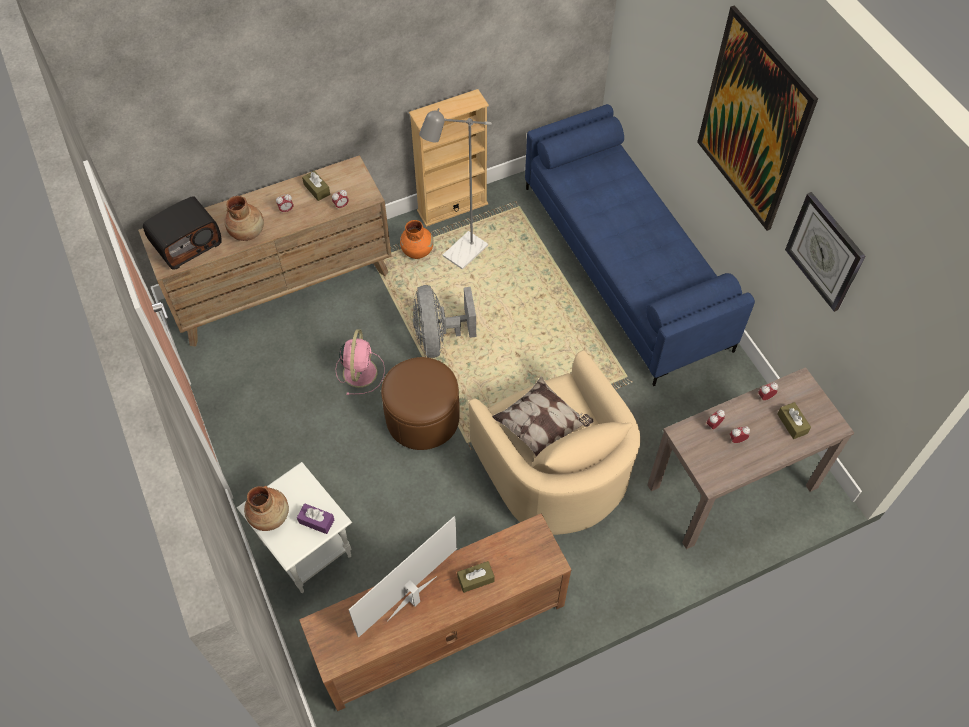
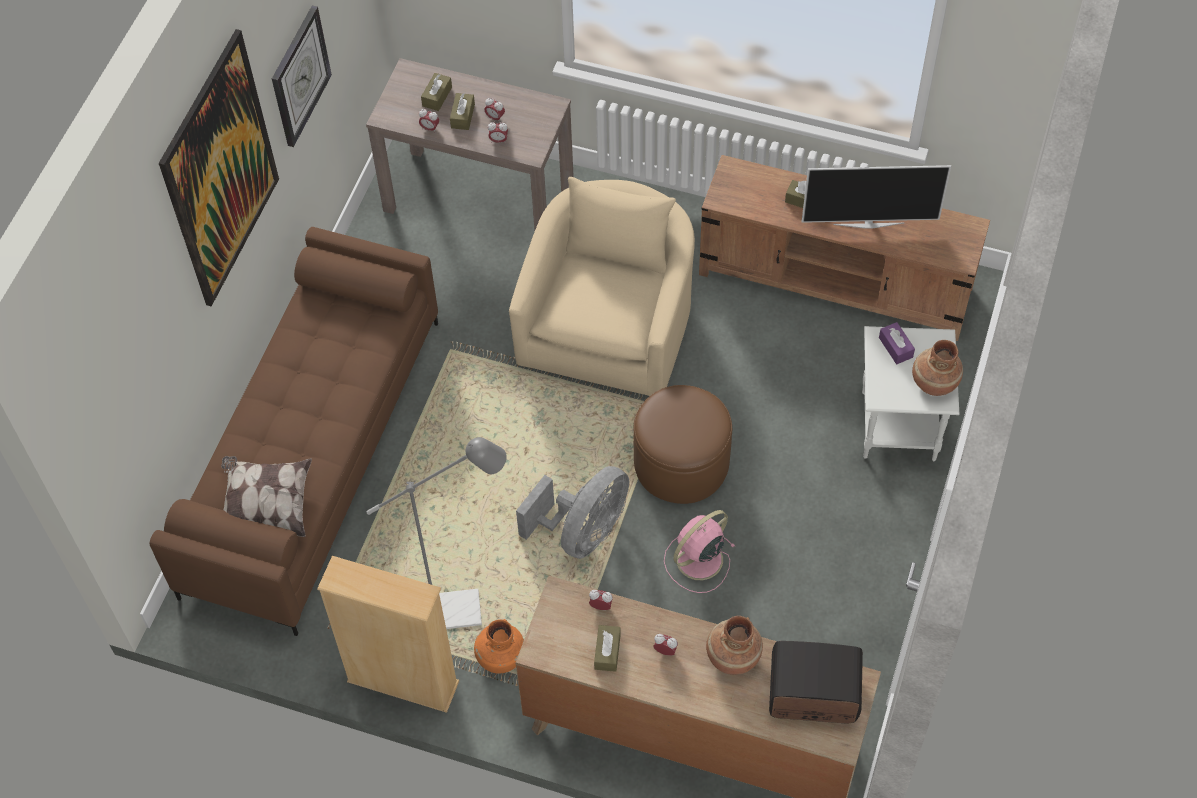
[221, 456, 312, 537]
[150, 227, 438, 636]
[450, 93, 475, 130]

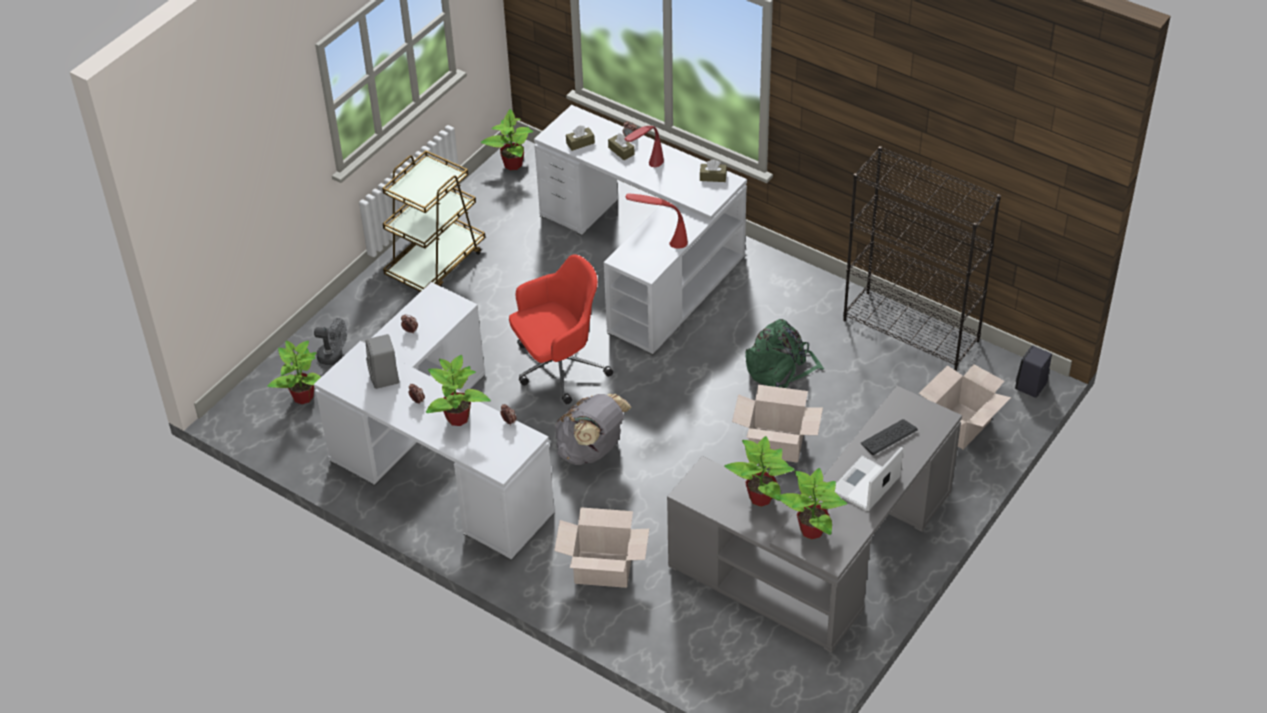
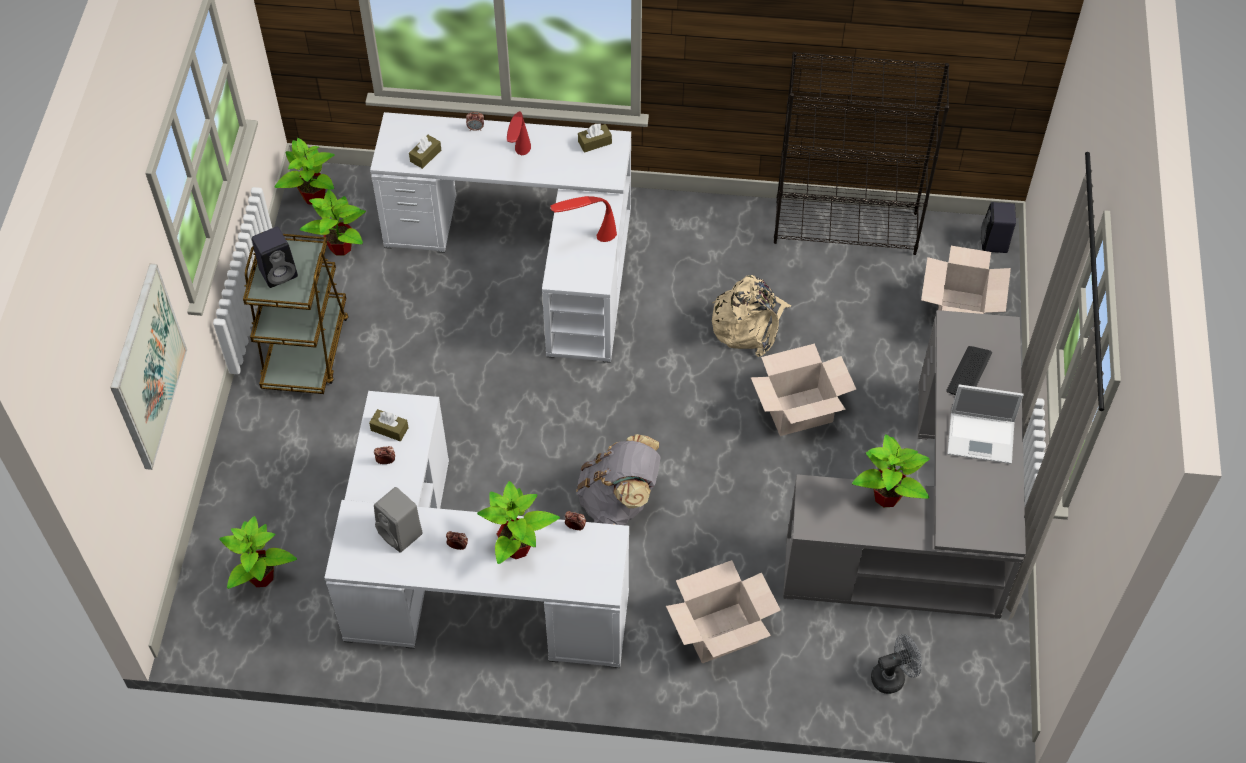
[871, 634, 922, 694]
[509, 254, 613, 404] (first image)
[369, 409, 408, 441]
[712, 275, 791, 357]
[300, 189, 366, 255]
[947, 384, 1023, 464]
[110, 263, 187, 470]
[252, 227, 298, 288]

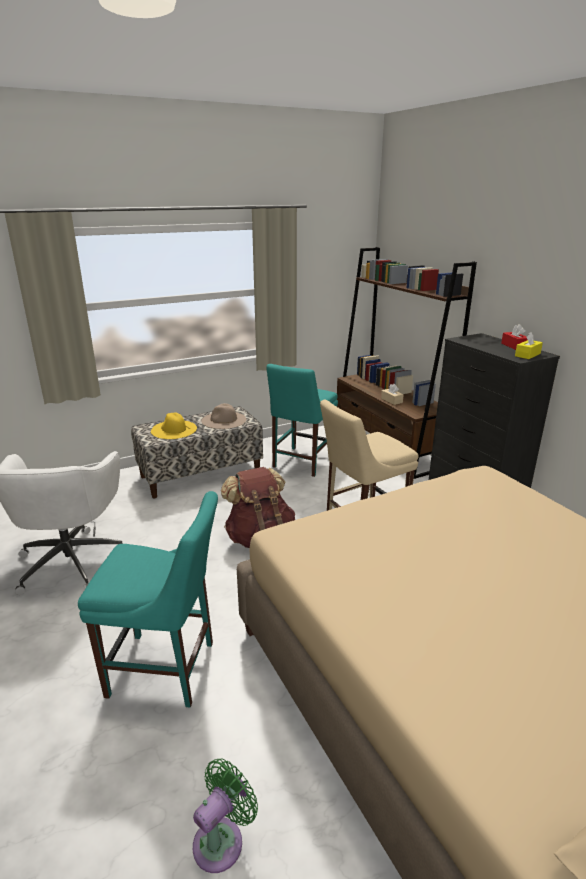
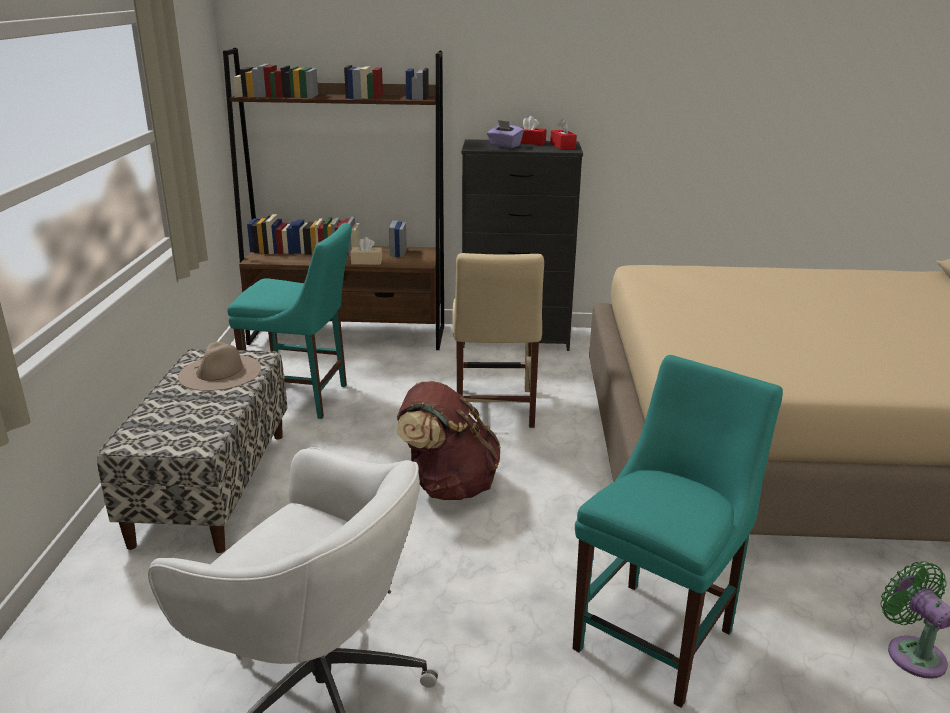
[151, 413, 197, 439] (first image)
[227, 223, 352, 419]
[550, 119, 577, 149]
[487, 120, 524, 148]

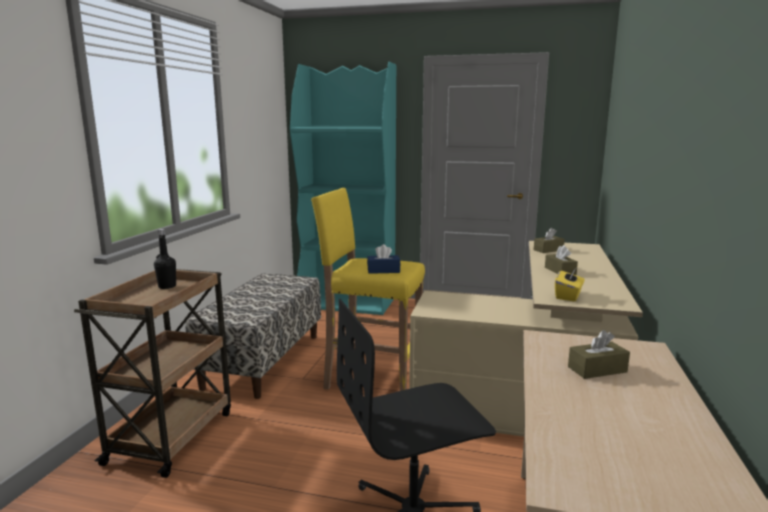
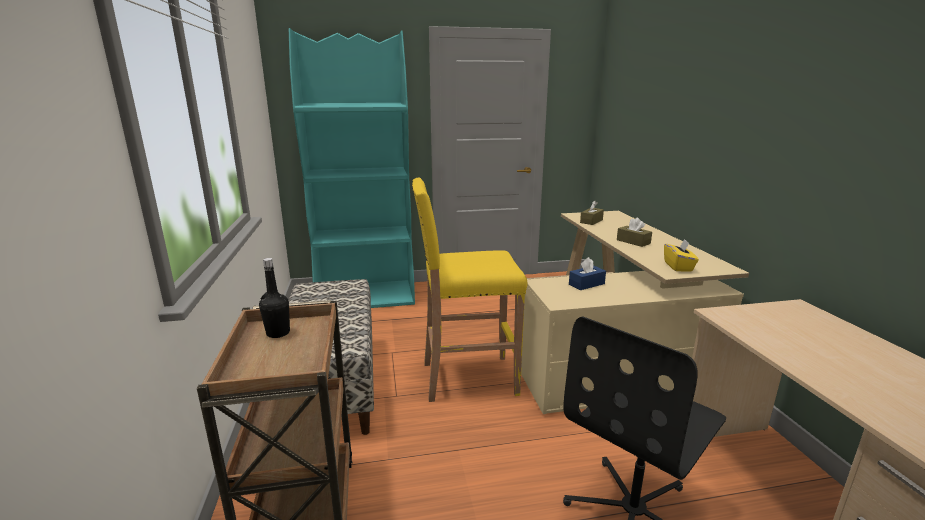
[569, 257, 606, 290]
[568, 330, 630, 379] (first image)

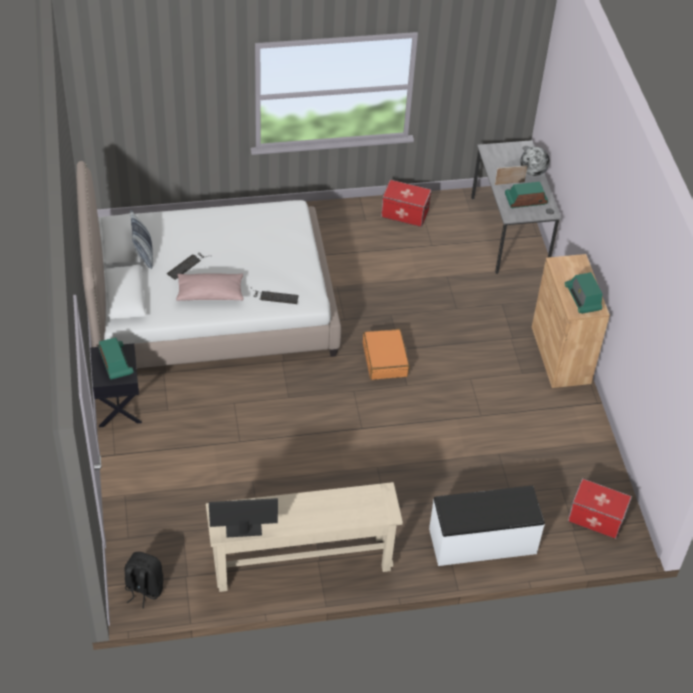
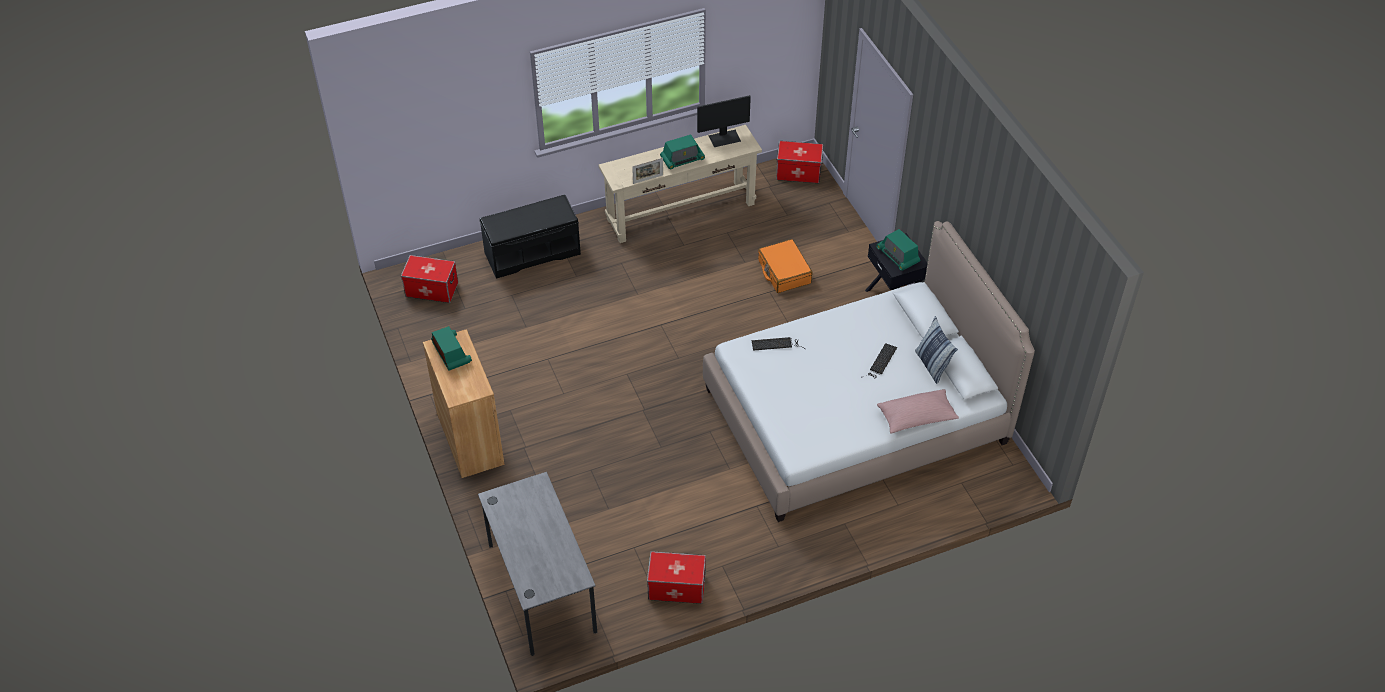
[776, 141, 823, 183]
[877, 389, 959, 434]
[758, 239, 813, 293]
[480, 195, 581, 279]
[632, 158, 663, 184]
[660, 135, 705, 169]
[520, 147, 550, 176] (first image)

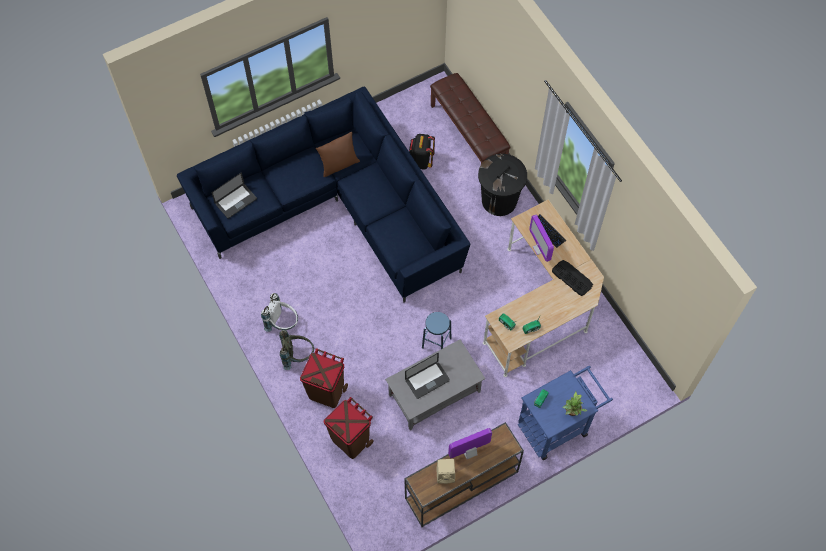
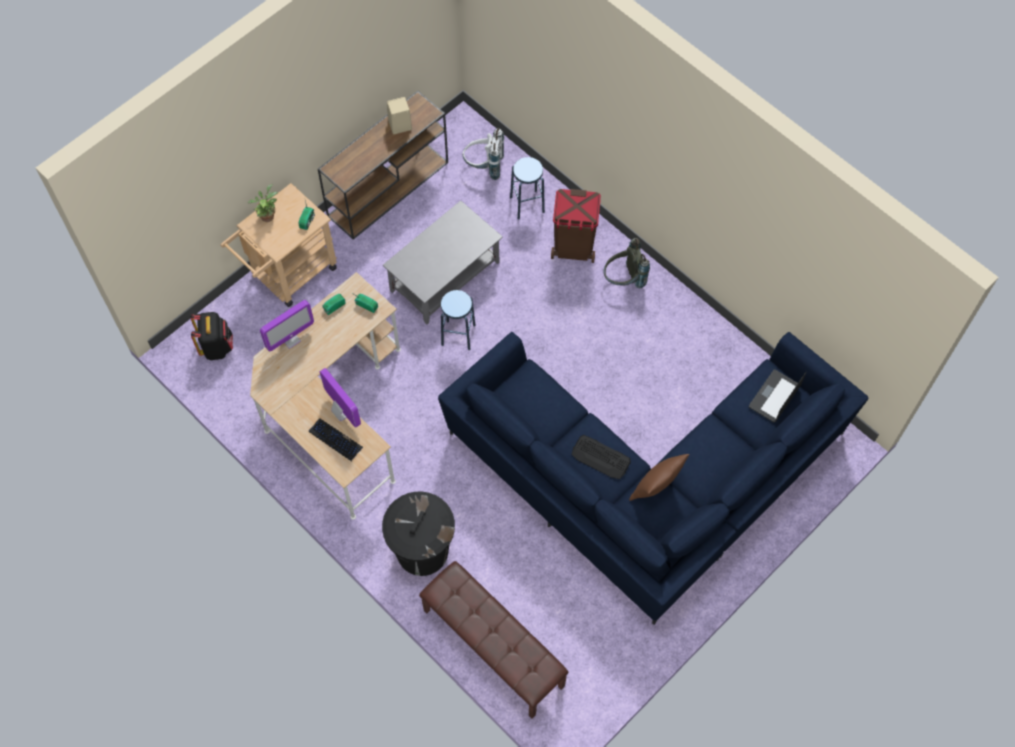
[462, 128, 504, 180]
[510, 157, 545, 219]
[405, 353, 450, 399] (first image)
[191, 312, 233, 360]
[260, 300, 314, 351]
[221, 183, 337, 307]
[572, 435, 631, 479]

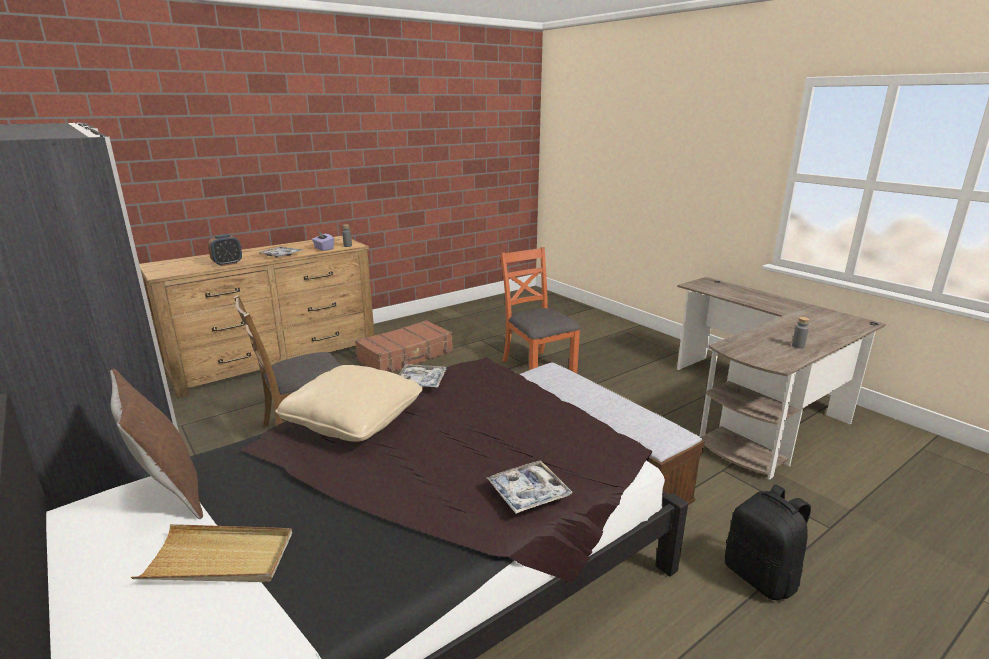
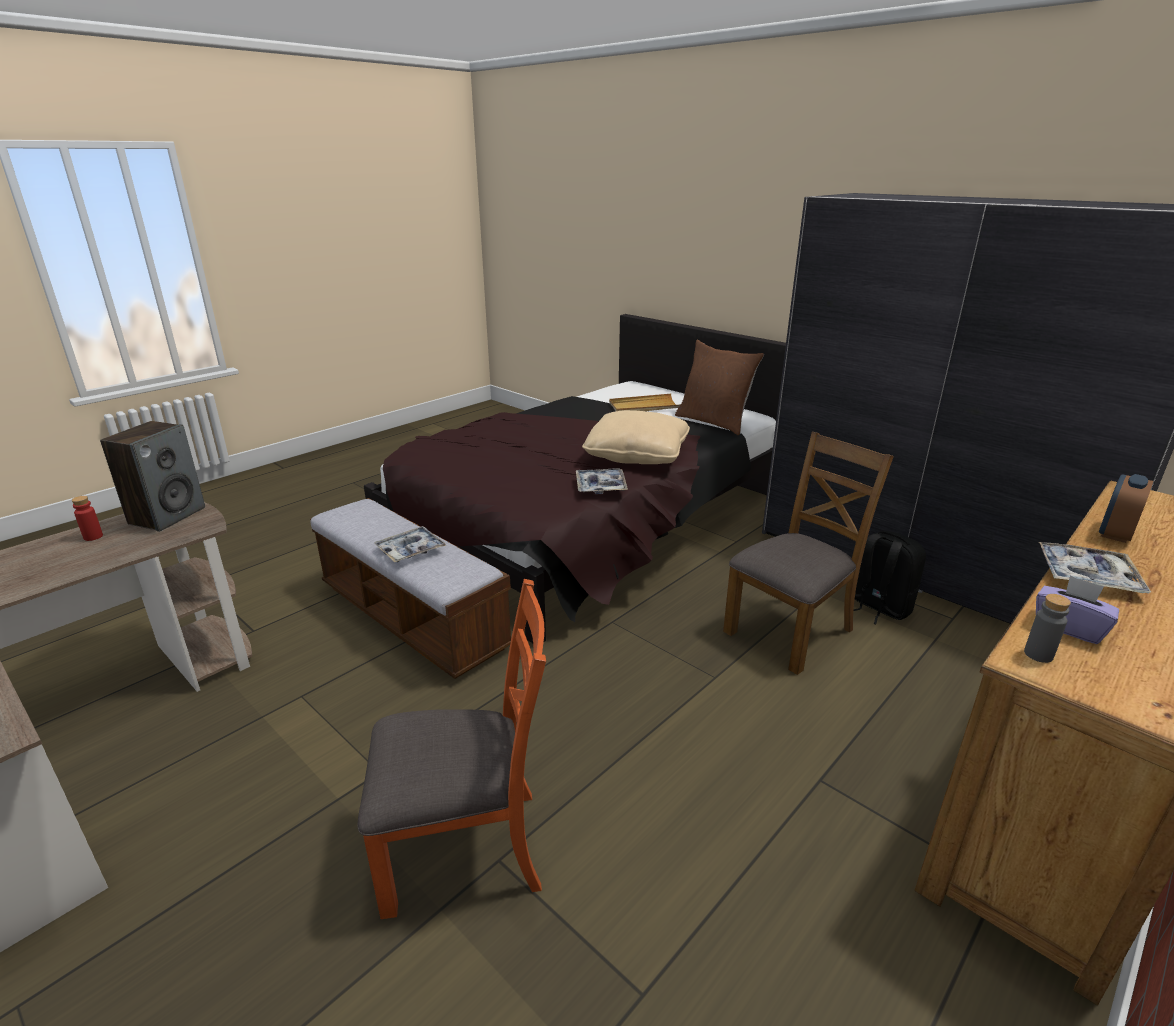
[355, 320, 453, 372] (first image)
[375, 526, 446, 562]
[358, 579, 546, 919]
[853, 531, 926, 625]
[72, 496, 103, 541]
[100, 421, 205, 532]

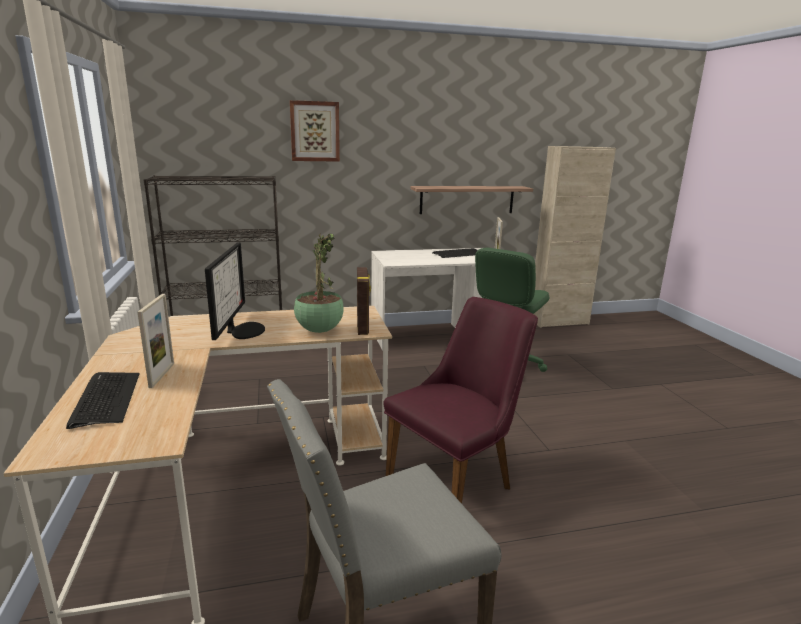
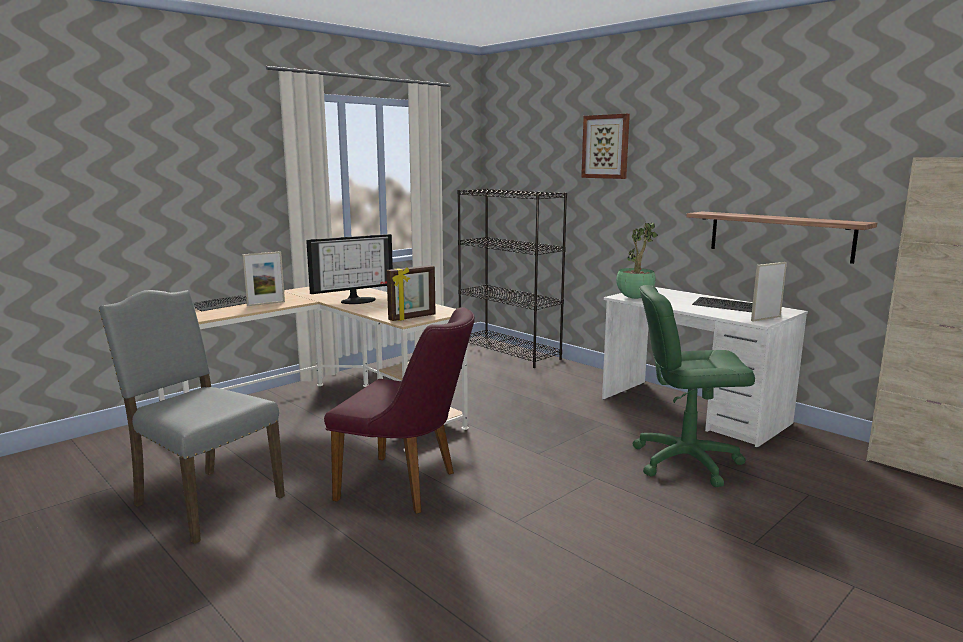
[616, 222, 658, 299]

